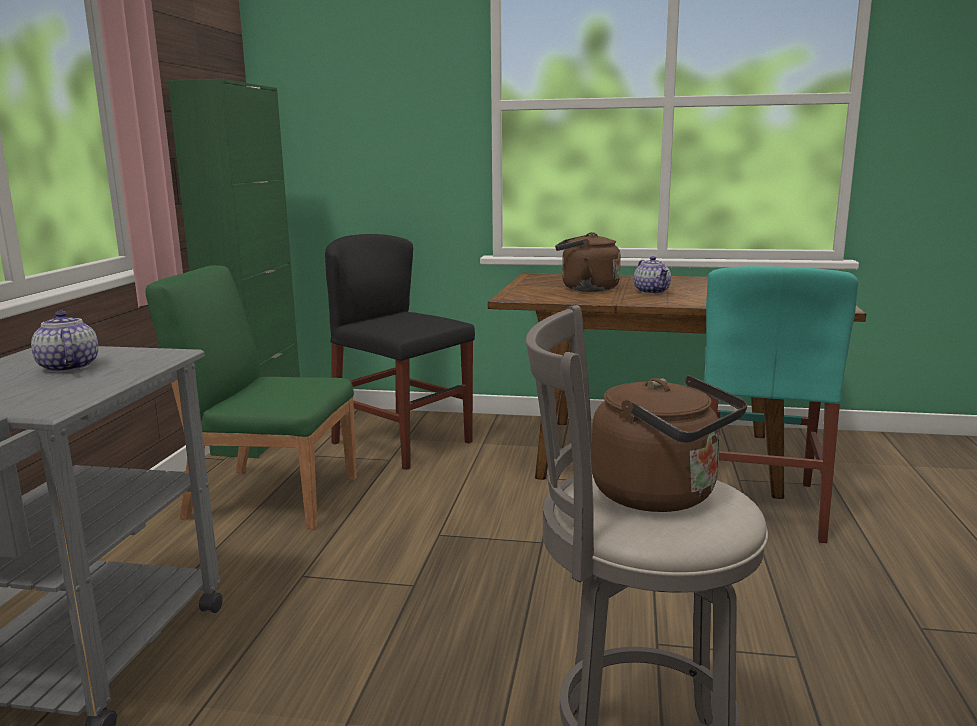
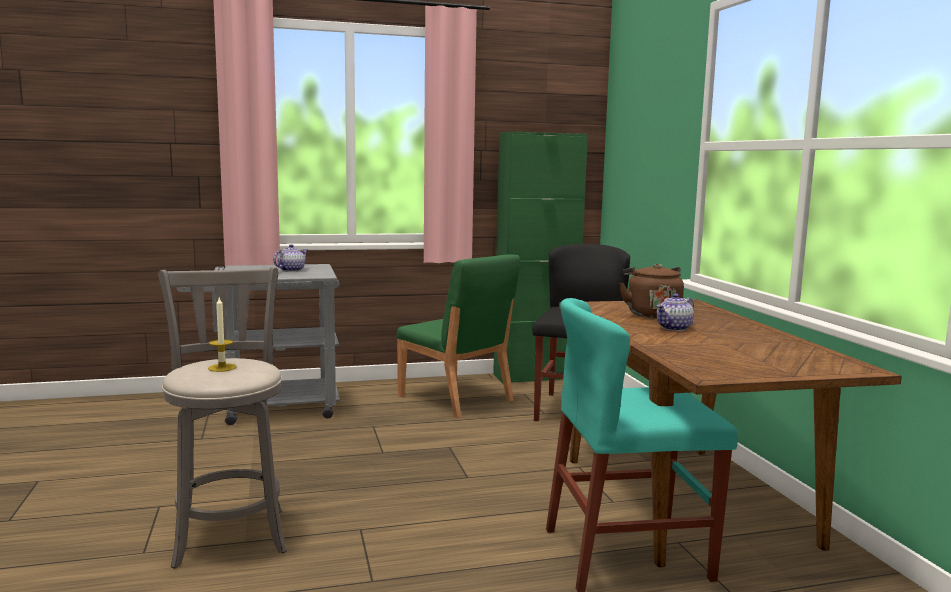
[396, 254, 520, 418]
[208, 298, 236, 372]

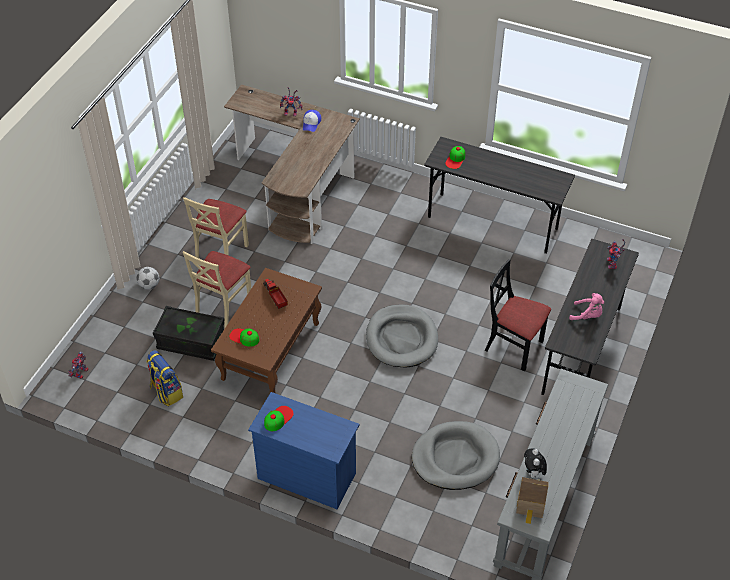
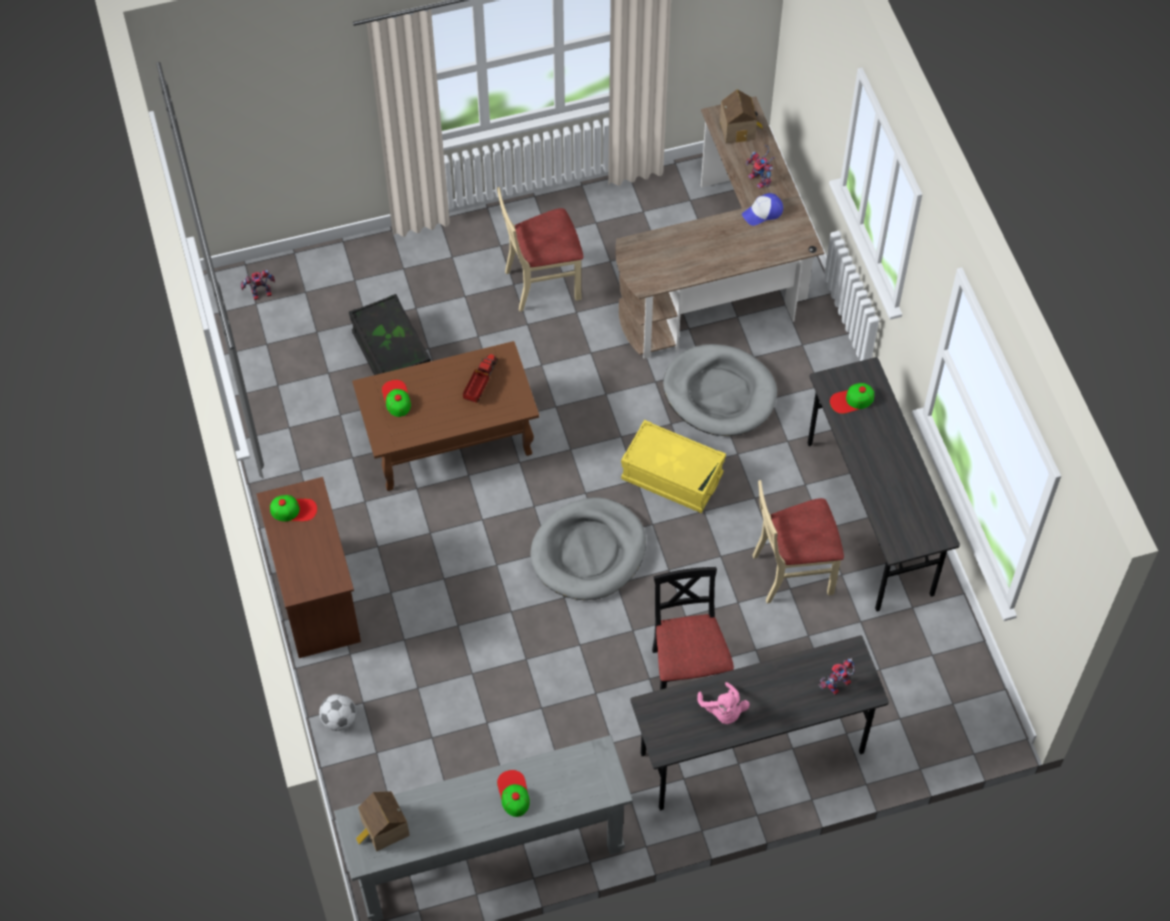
[319, 694, 356, 731]
[146, 350, 183, 406] (first image)
[752, 480, 844, 603]
[256, 477, 361, 658]
[663, 344, 777, 436]
[524, 448, 547, 479] (first image)
[497, 770, 530, 817]
[621, 420, 726, 513]
[720, 89, 763, 143]

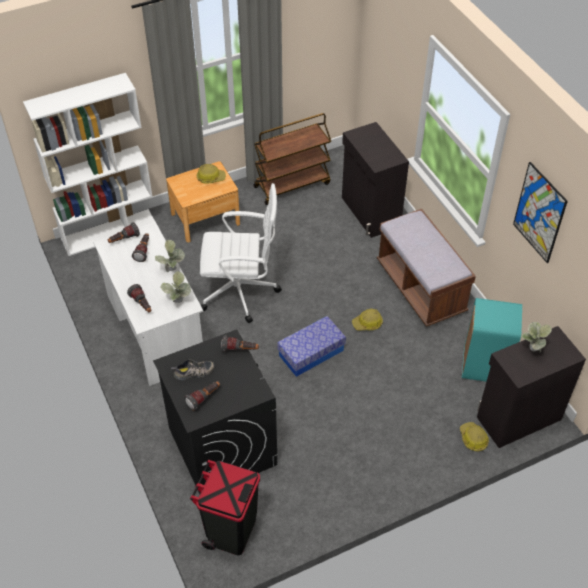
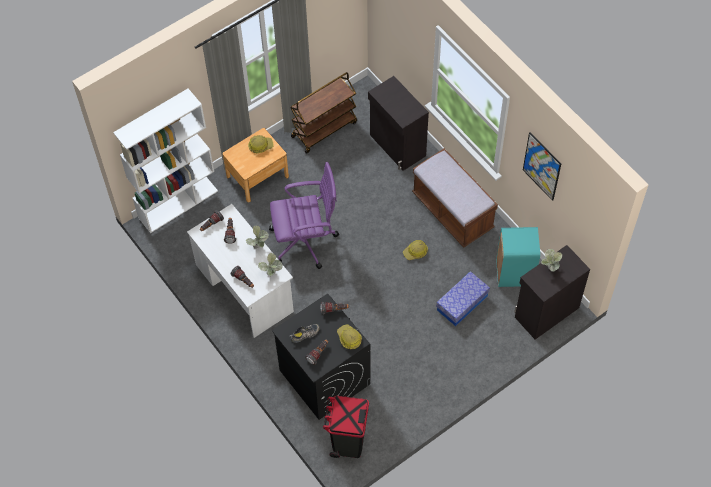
[269, 162, 339, 269]
[436, 271, 490, 326]
[337, 324, 362, 349]

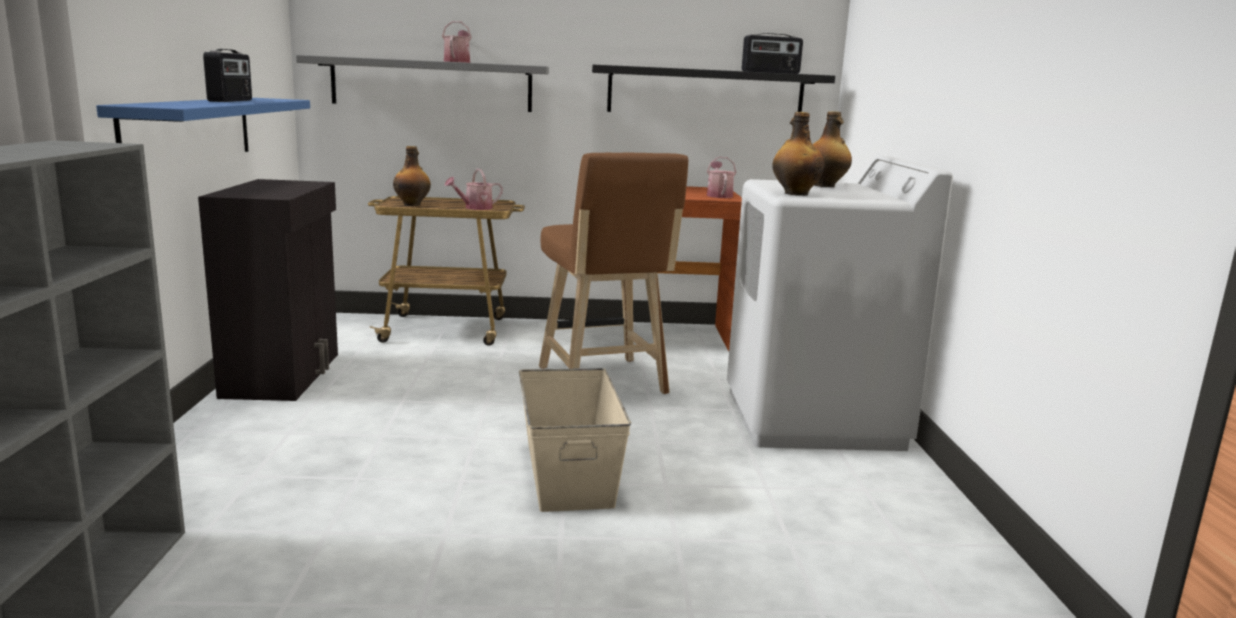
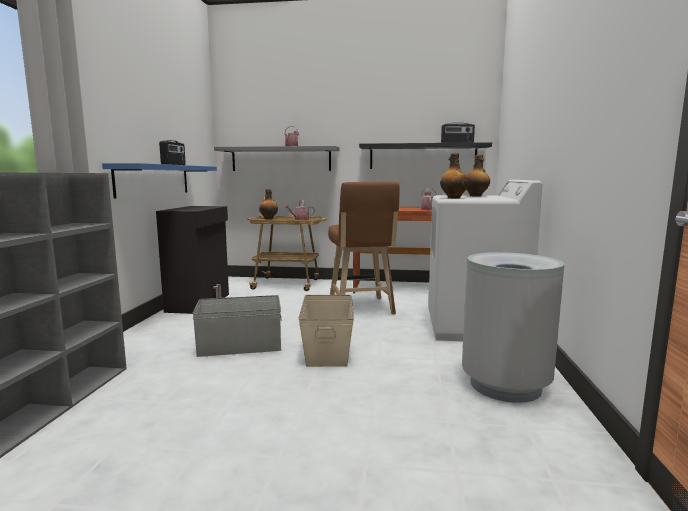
[192, 295, 282, 357]
[462, 252, 564, 403]

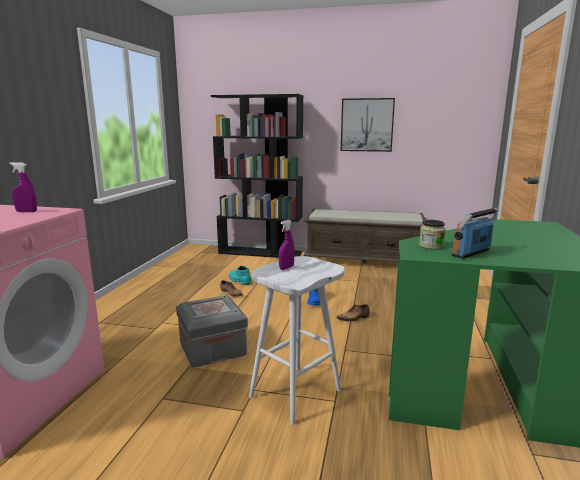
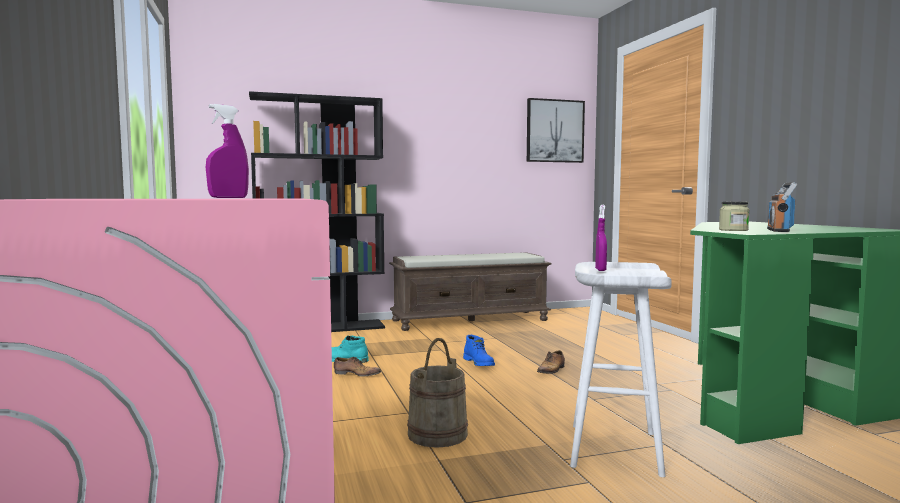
[407, 338, 468, 448]
[527, 98, 585, 163]

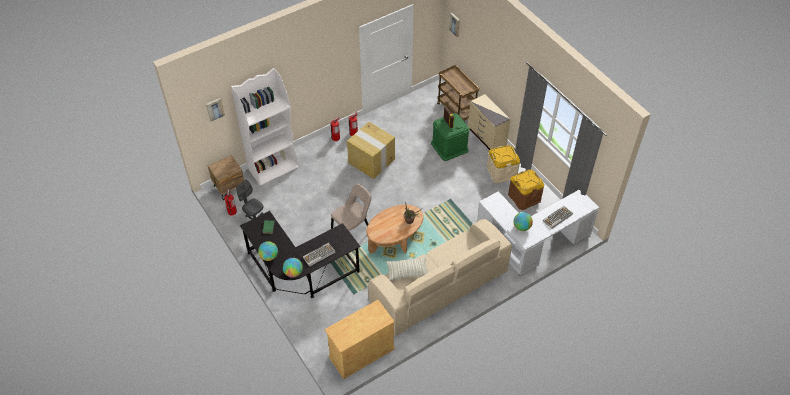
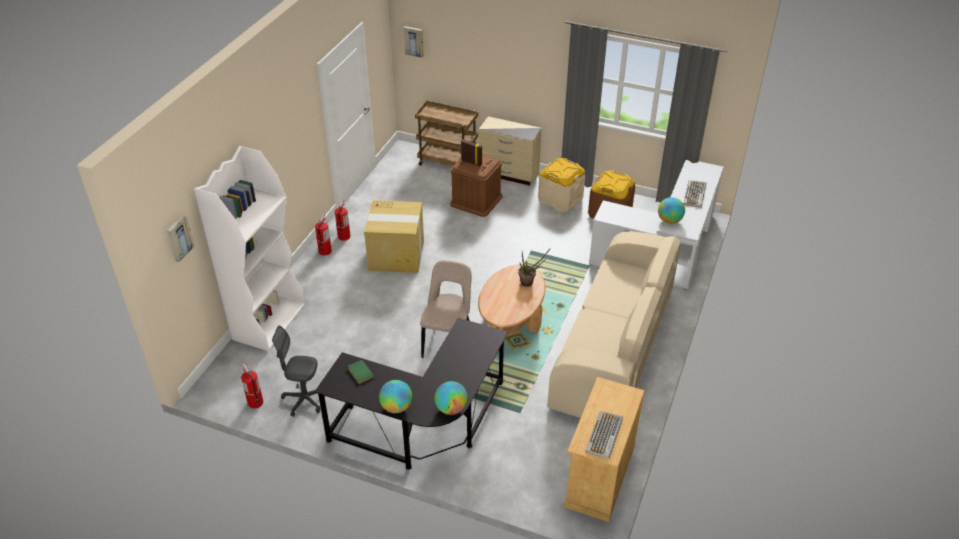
[208, 155, 244, 200] (first image)
[586, 411, 623, 459]
[386, 257, 428, 280] (first image)
[450, 154, 503, 217]

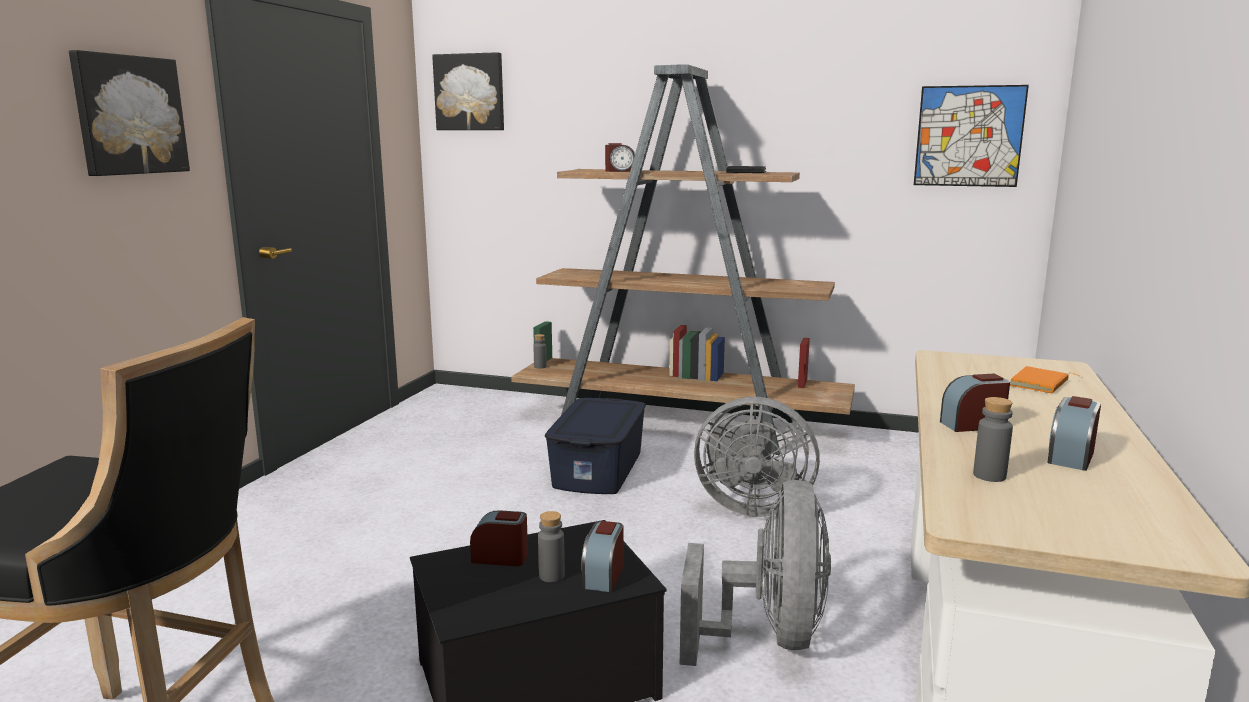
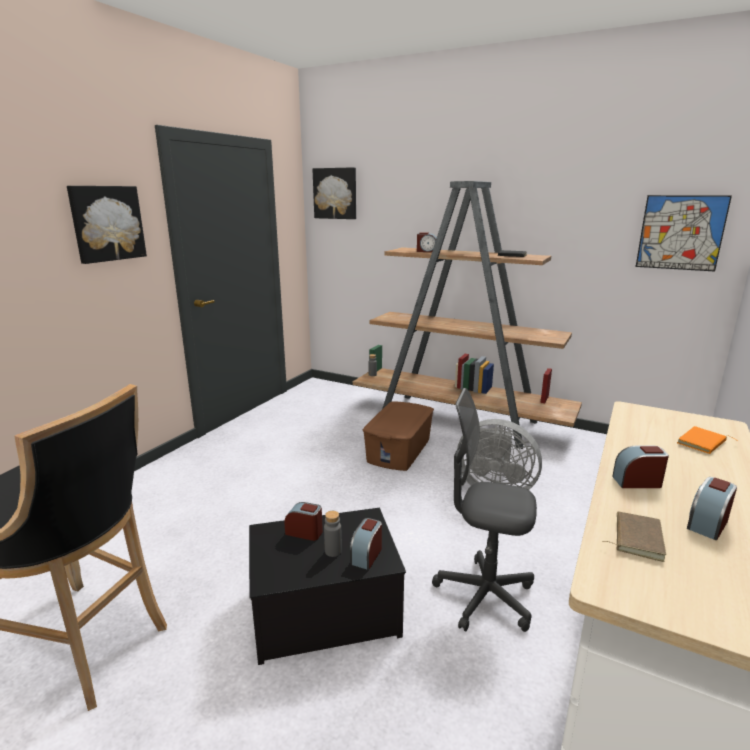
[363, 401, 434, 471]
[432, 388, 537, 632]
[602, 511, 666, 562]

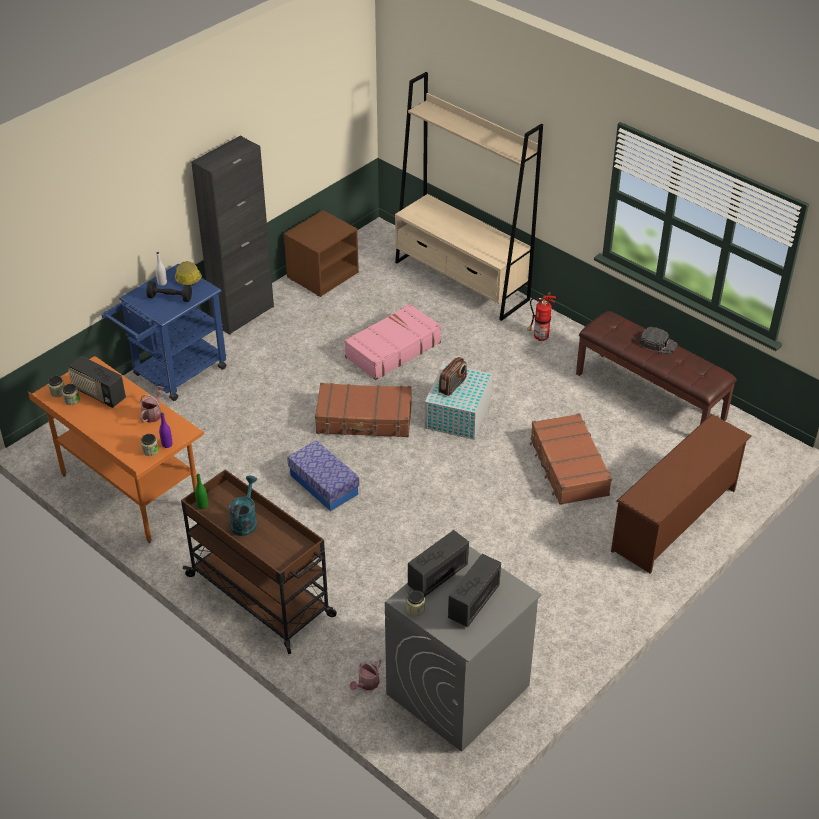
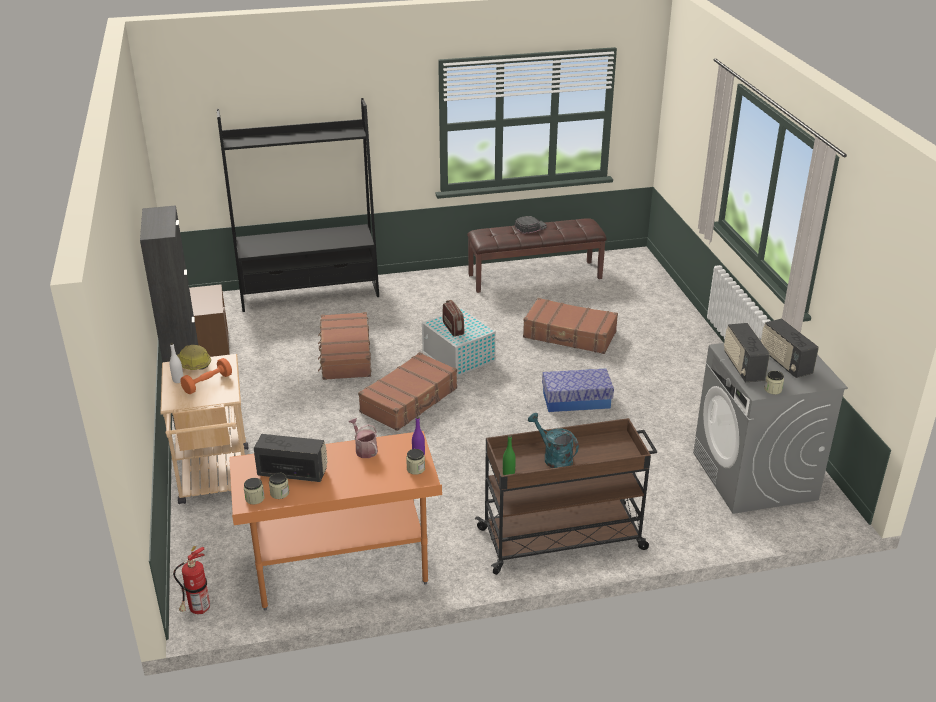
[254, 434, 327, 482]
[160, 354, 248, 504]
[180, 358, 232, 394]
[542, 369, 614, 412]
[318, 312, 371, 380]
[350, 659, 381, 691] (first image)
[217, 98, 379, 312]
[173, 546, 210, 614]
[611, 414, 752, 574] (first image)

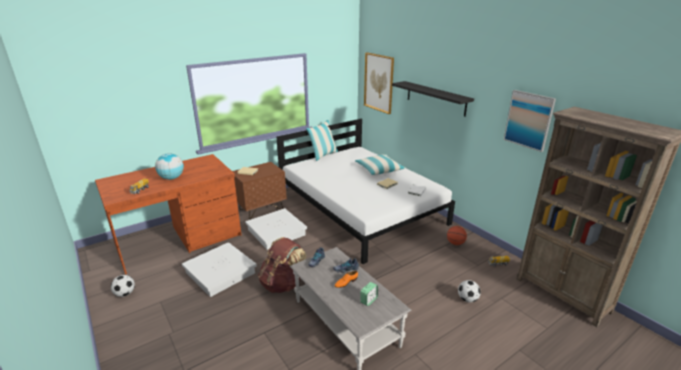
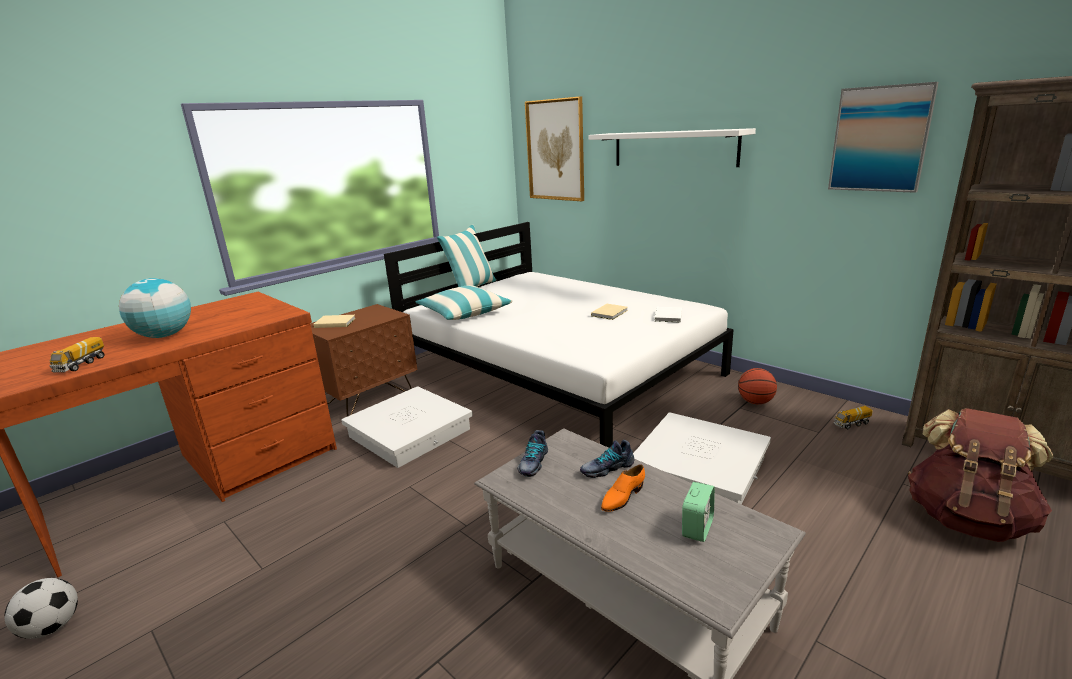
[633, 412, 771, 505]
[908, 408, 1054, 542]
[416, 285, 513, 320]
[588, 128, 756, 167]
[458, 280, 481, 302] (first image)

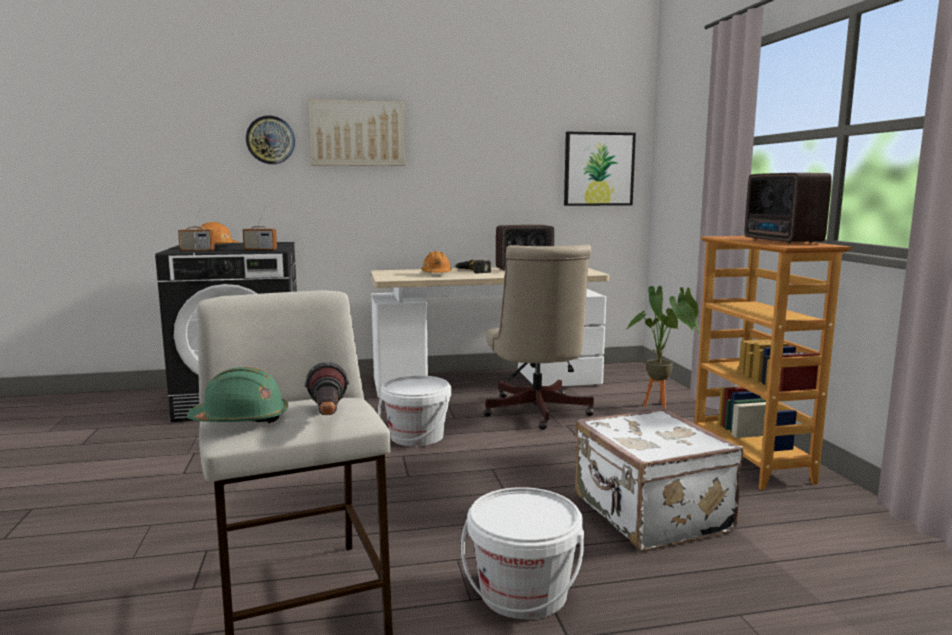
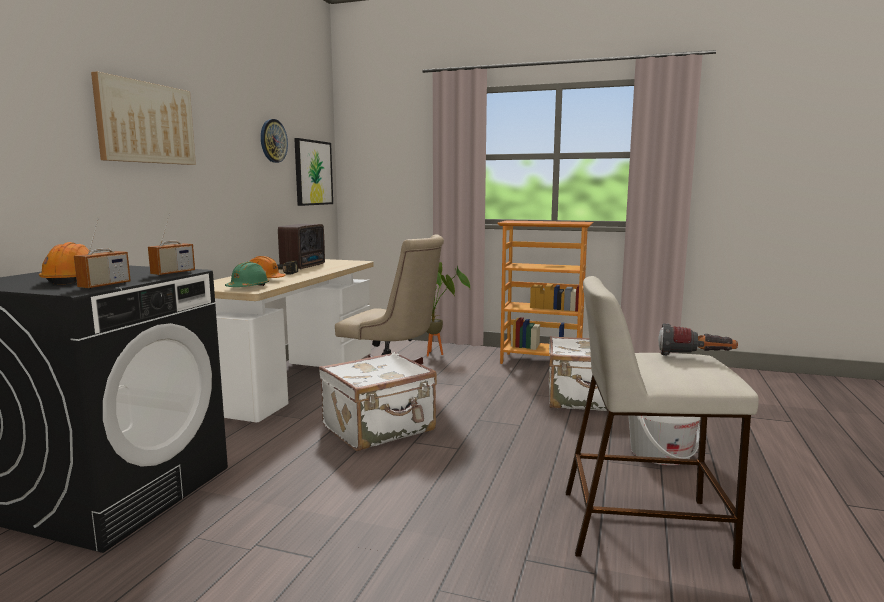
[225, 262, 269, 287]
[261, 119, 288, 163]
[319, 352, 437, 451]
[745, 173, 832, 244] (first image)

